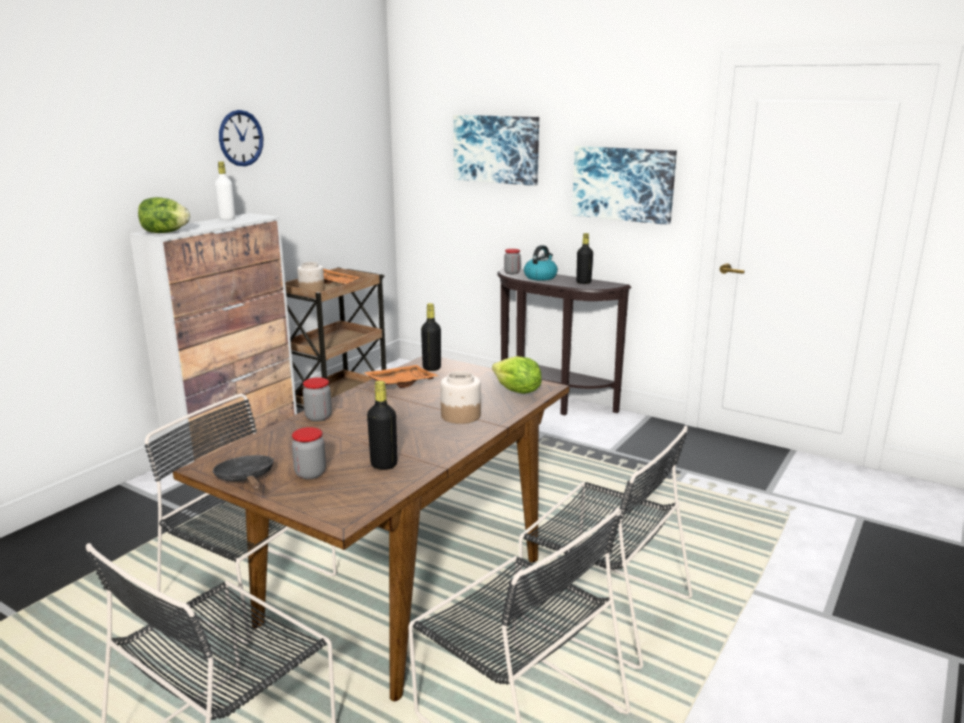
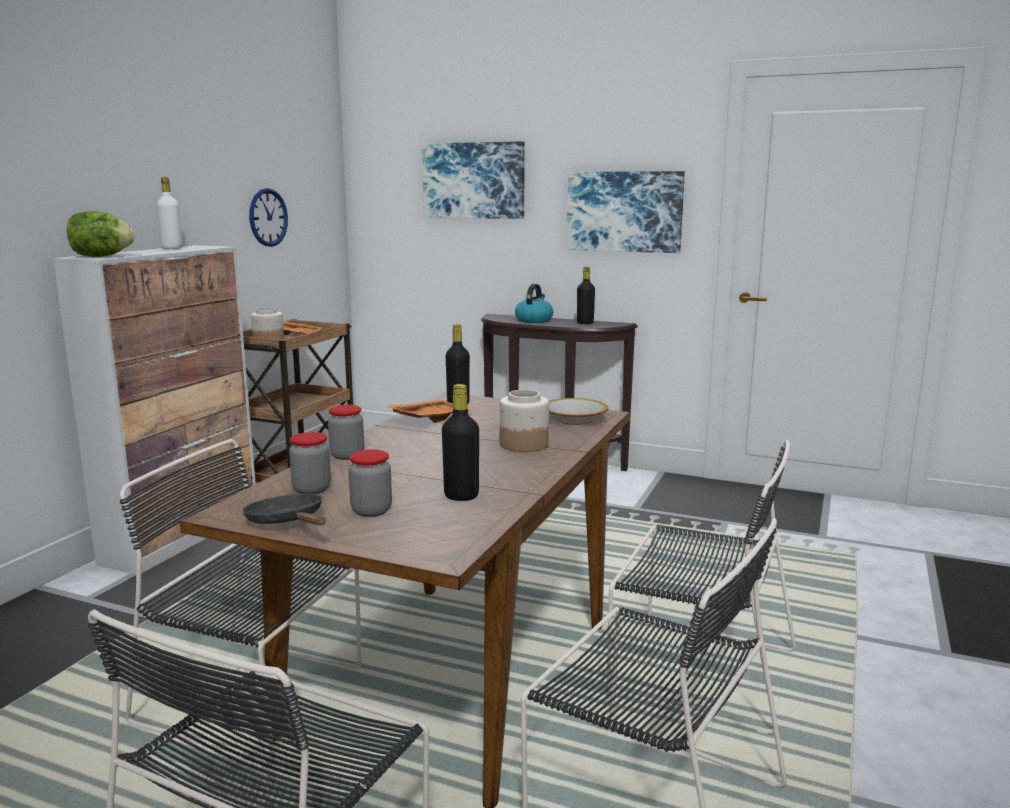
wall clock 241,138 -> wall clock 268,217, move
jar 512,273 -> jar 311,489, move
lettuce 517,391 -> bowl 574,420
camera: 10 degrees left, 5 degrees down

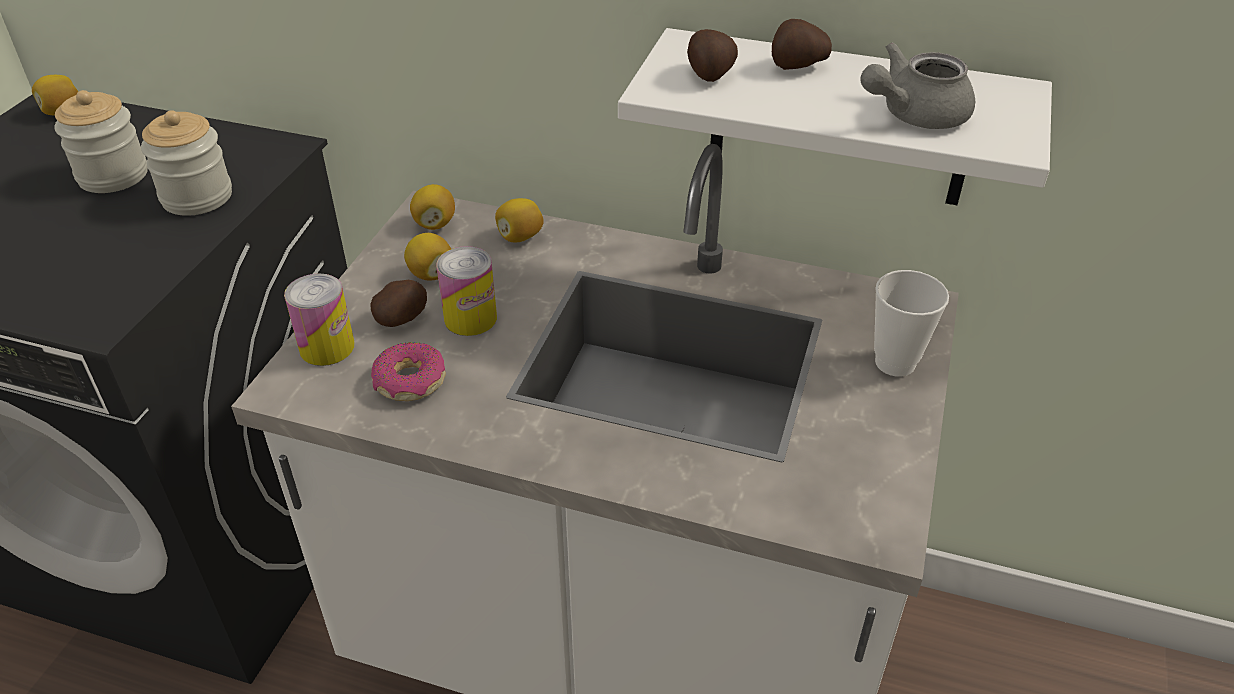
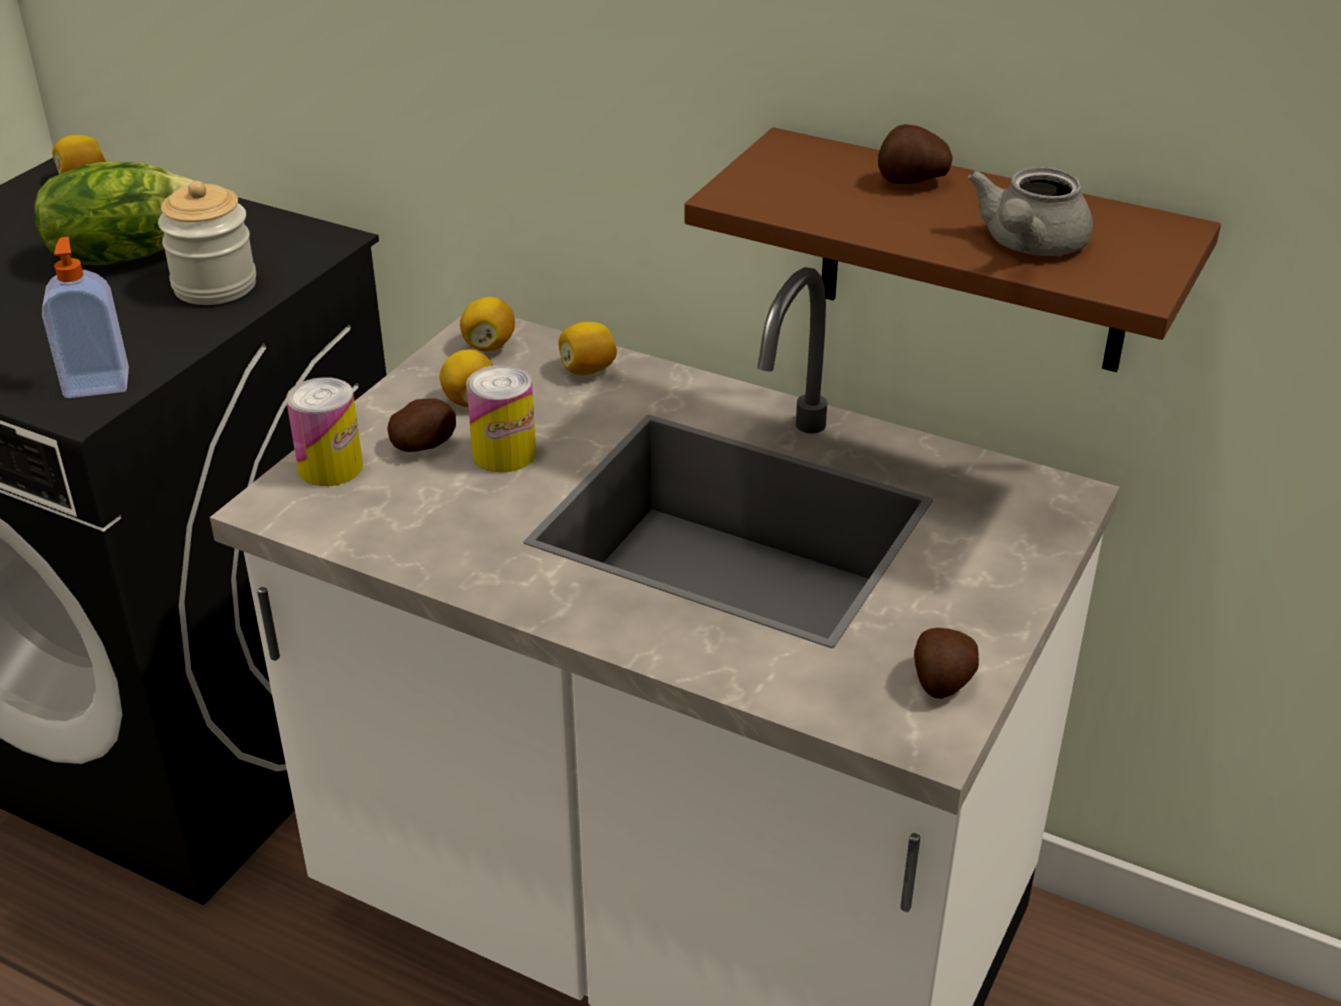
white shelf 840,120 -> brown shelf 974,253
potato 709,75 -> potato 941,682, move
grey teapot 913,115 -> grey teapot 1028,246, 45 degrees counterclockwise
jar 113,176 -> lettuce 126,254
cup 895,363 -> none
donut 410,382 -> none
none -> soap dispenser 97,383
camera: 10 degrees right, 5 degrees down

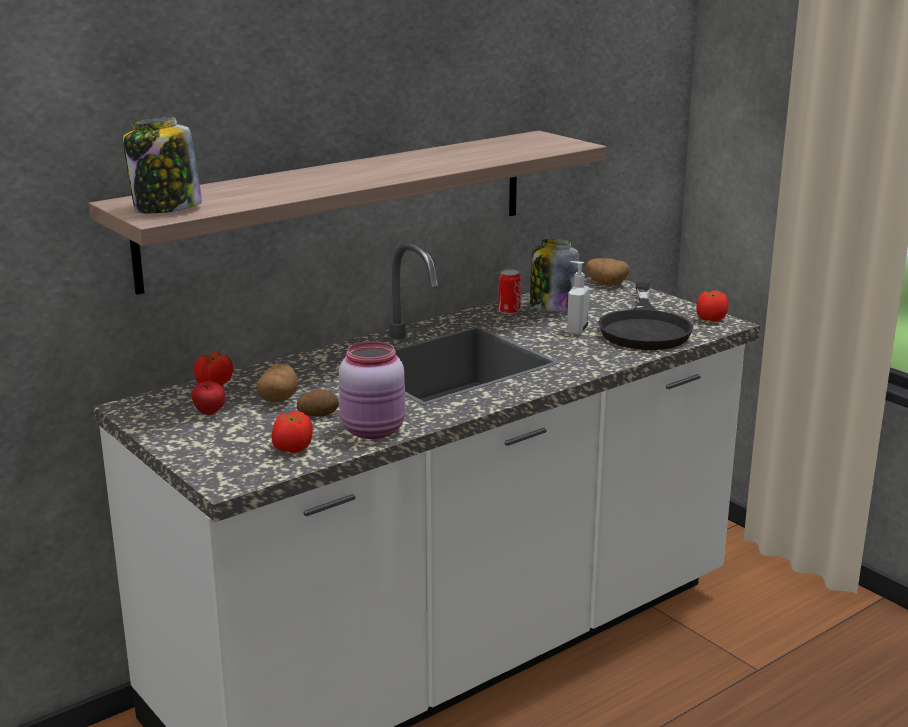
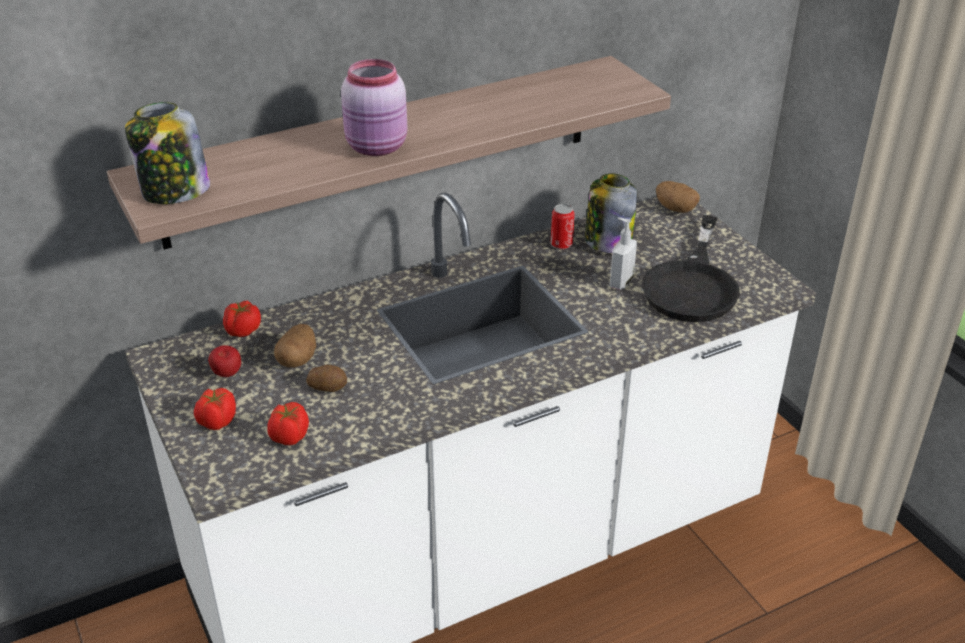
tomato 710,319 -> tomato 217,421, move
pink jar 374,431 -> pink jar 378,147, move
camera: 10 degrees right, 15 degrees up

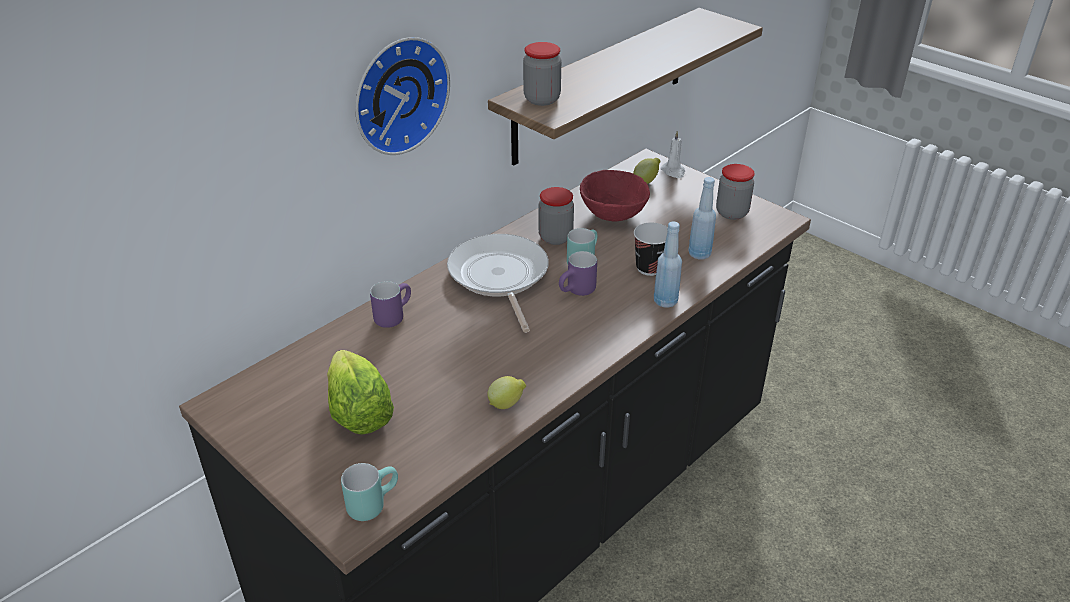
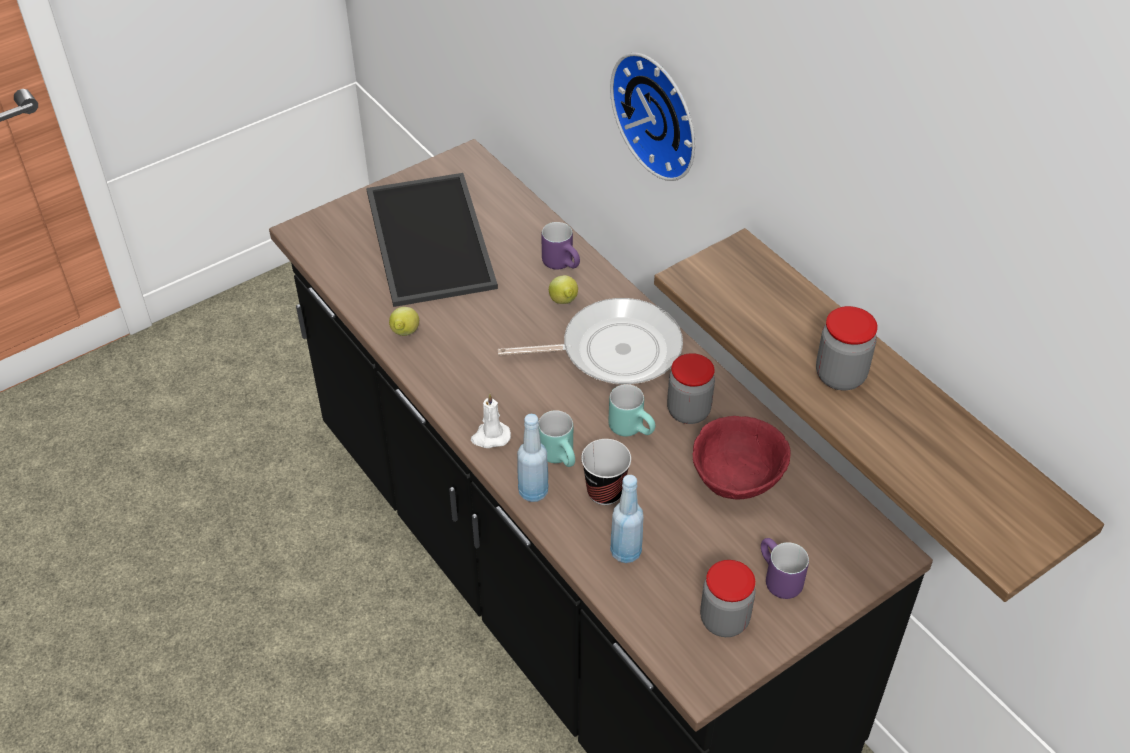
jar 542,99 -> jar 840,376, move
white candle 673,171 -> white candle 490,437, move
lemon 646,181 -> lemon 564,302, move
purple mug 578,292 -> purple mug 776,579, move
lettuce 359,413 -> tray 426,238
turquoise mug 372,502 -> turquoise mug 562,457, move
camera: 100 degrees right, 10 degrees up

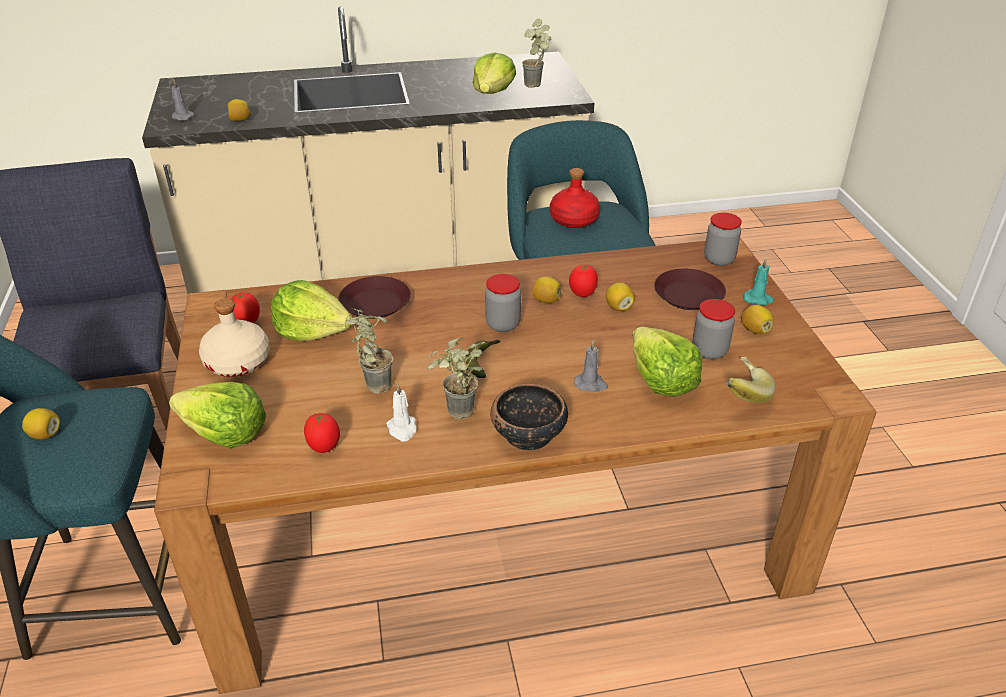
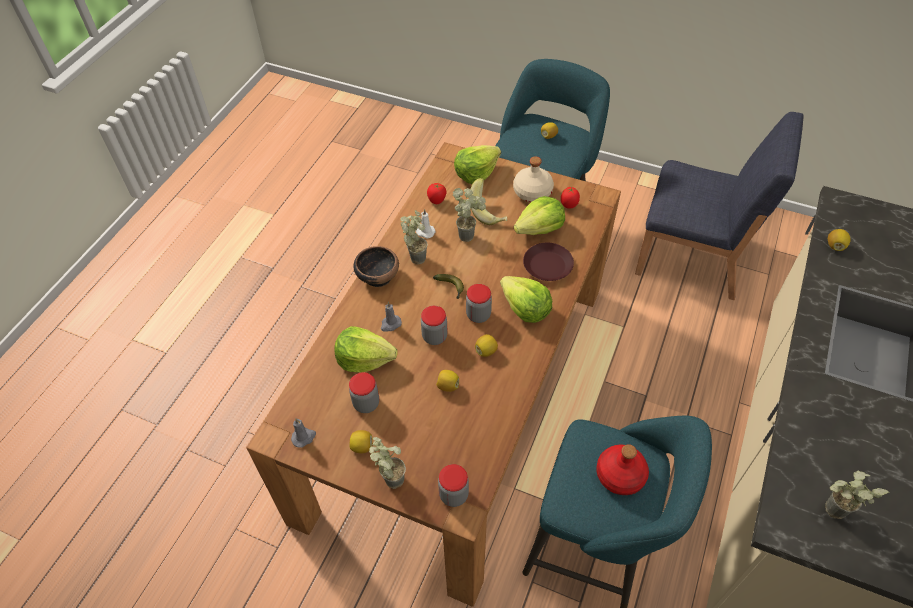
lettuce 493,92 -> lettuce 525,309, move
grey candle 181,117 -> grey candle 304,437, move
turquoise candle 758,299 -> potted plant 389,479
tomato 582,294 -> none
brown plate 689,296 -> none
banana 741,393 -> banana 489,212, move
none -> jar 434,336
camera: 125 degrees right, 15 degrees up

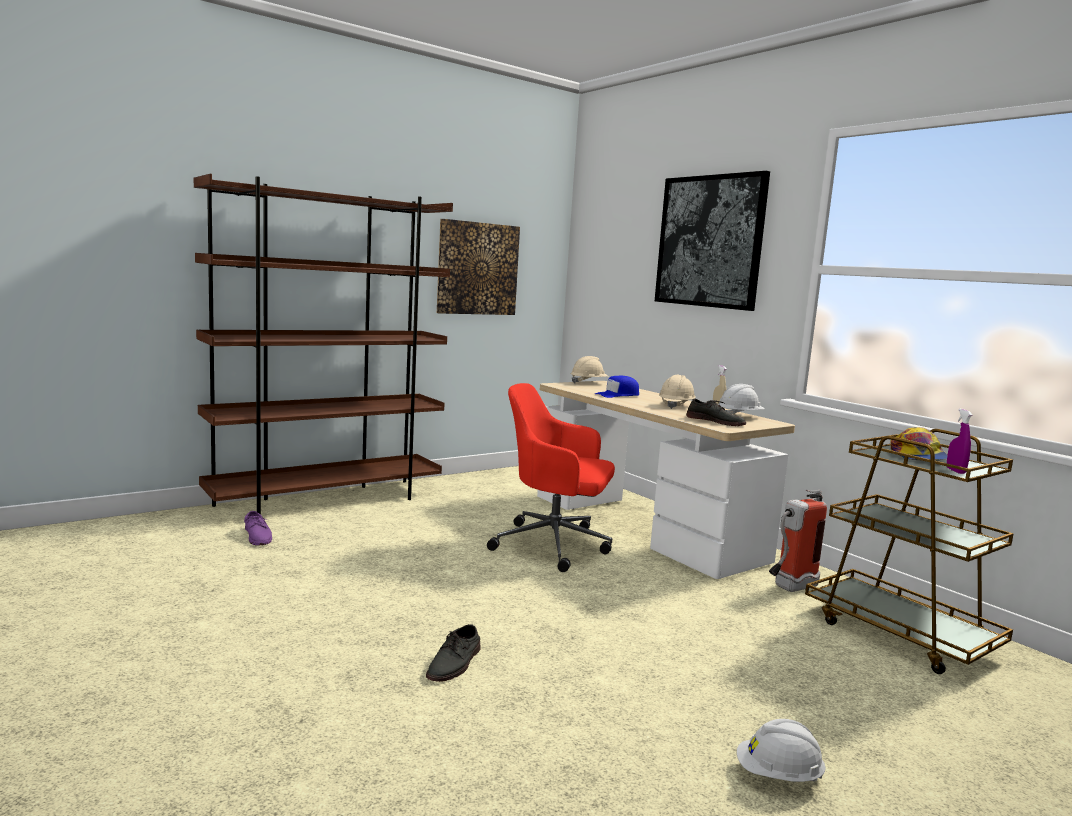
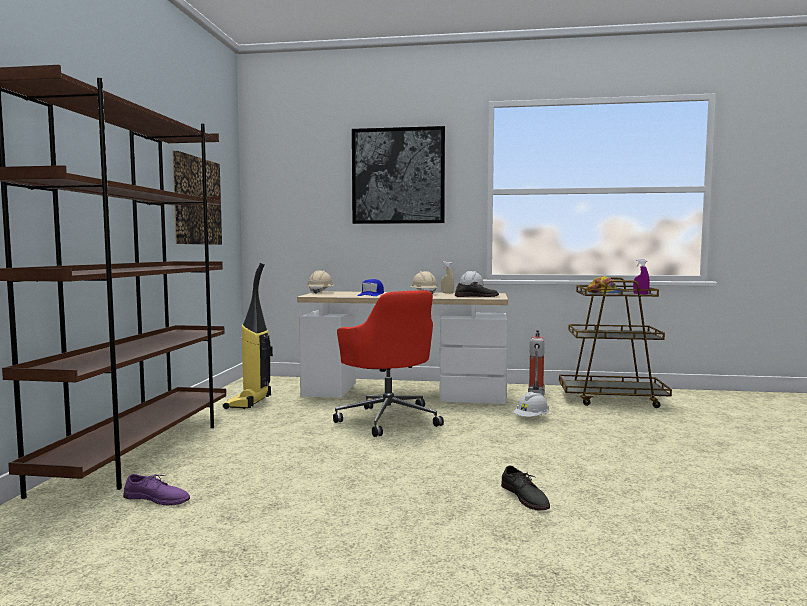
red office chair 554,545 -> red office chair 388,418, 90 degrees counterclockwise
white hard hat 778,776 -> white hard hat 531,419, move
none -> vacuum cleaner 249,403
camera: 45 degrees left, 5 degrees down

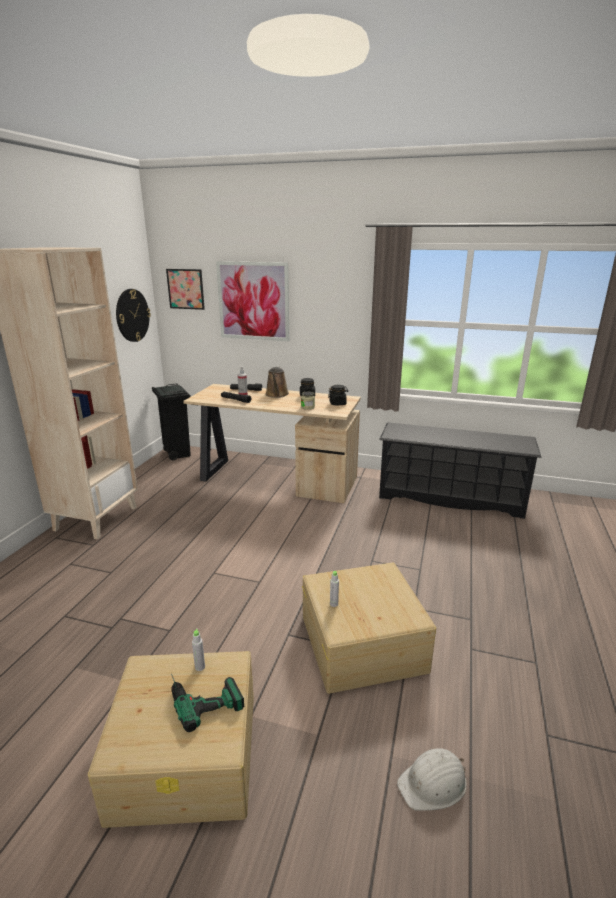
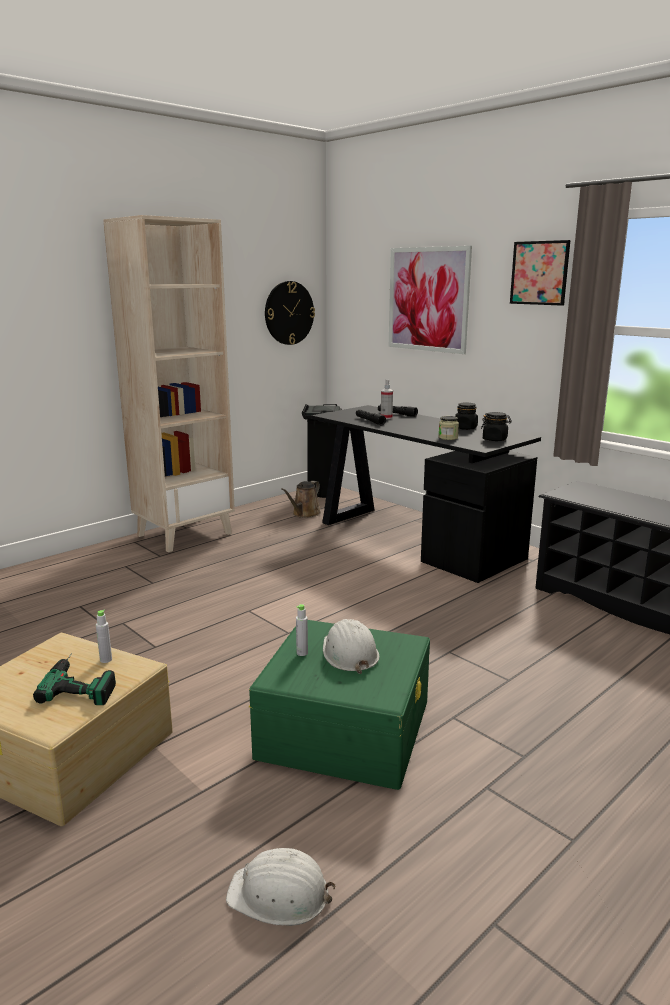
picture 185,289 -> picture 539,273, move
brown watering can 277,395 -> brown watering can 304,514, move
beige desk 275,478 -> black desk 414,538
beige storage box 362,642 -> green storage box 345,727
none -> white hard hat 349,653
camera: 30 degrees right, 5 degrees down

